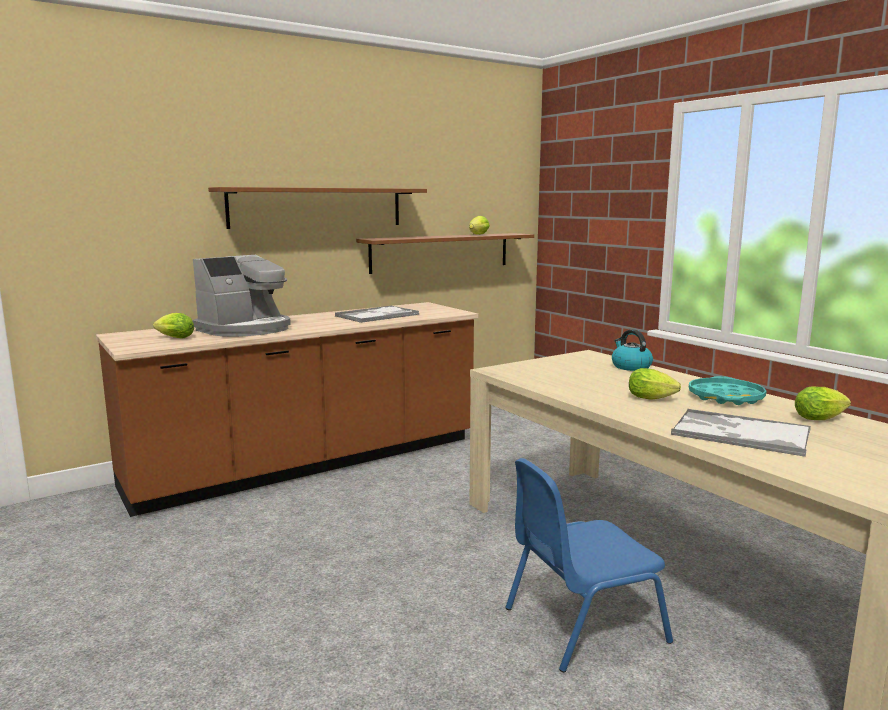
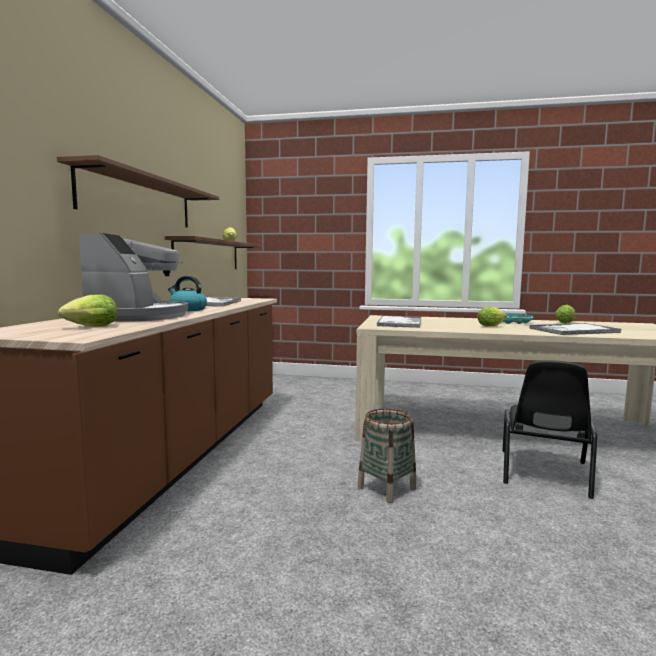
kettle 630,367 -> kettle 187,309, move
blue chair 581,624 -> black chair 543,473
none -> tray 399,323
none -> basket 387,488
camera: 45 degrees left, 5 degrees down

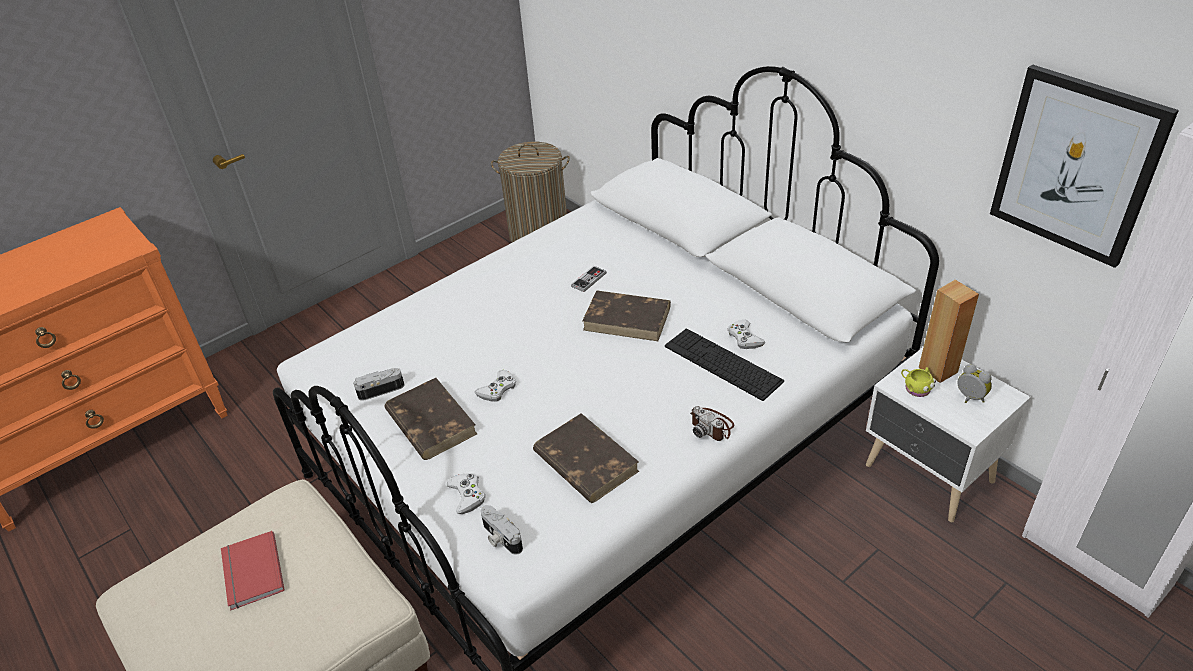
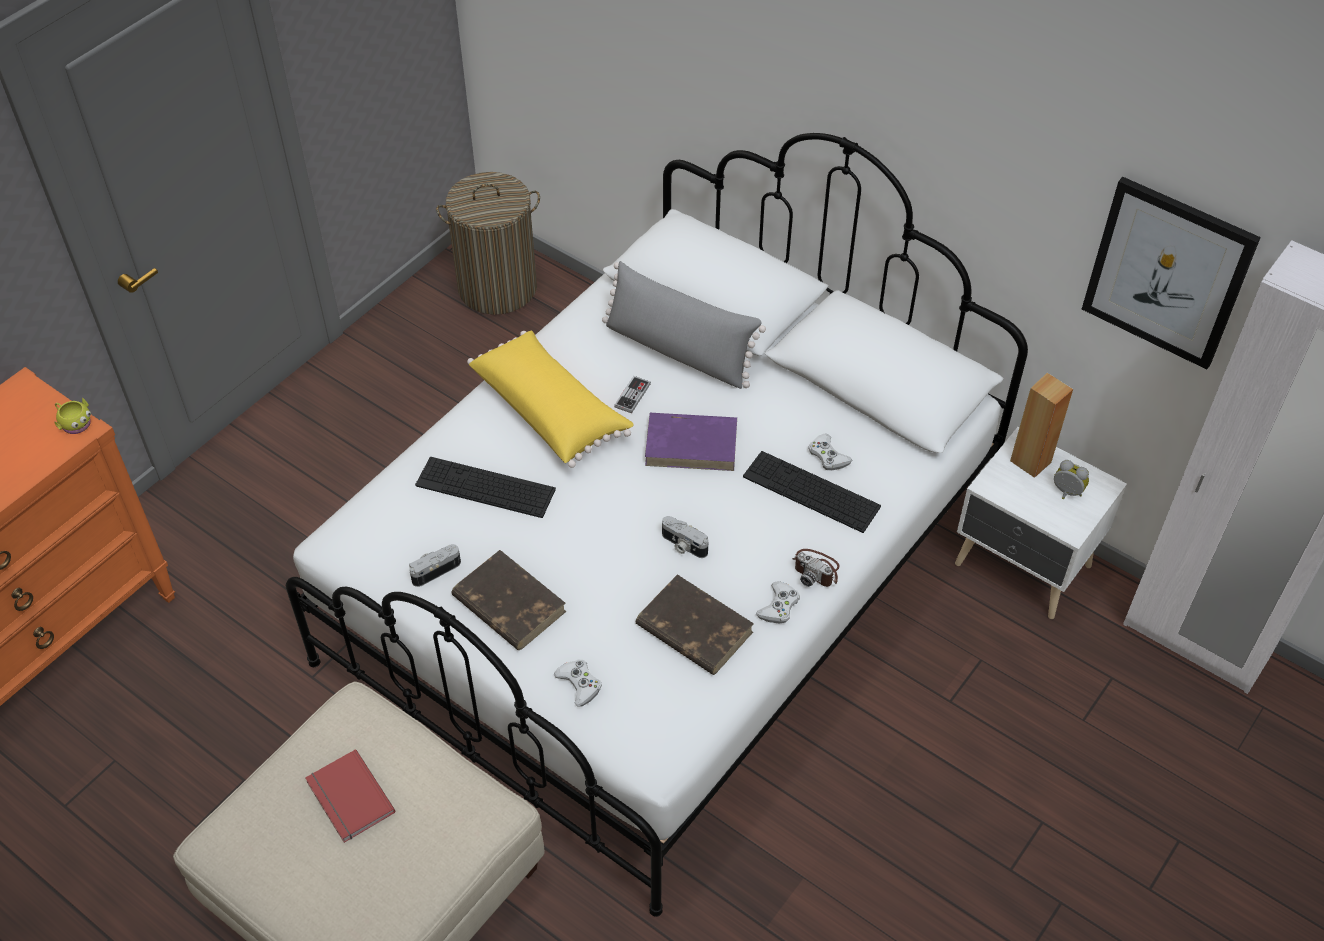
brown book 628,318 -> purple book 692,444
yellow mug 915,388 -> yellow mug 74,423, move
white game controller 497,389 -> white game controller 779,606, move
photo camera 500,538 -> photo camera 683,545, move
none -> grey pillow 678,351
none -> yellow pillow 550,410
none -> keyboard 485,487
camera: 15 degrees left, 10 degrees up

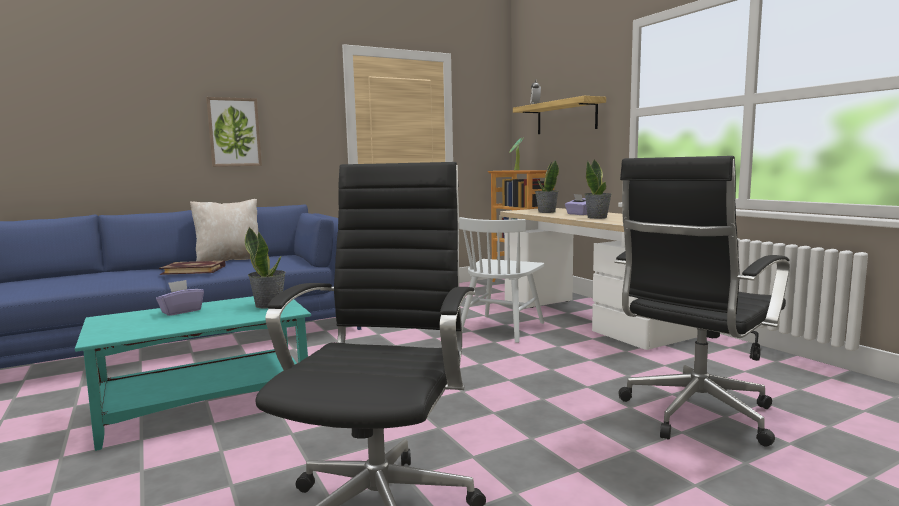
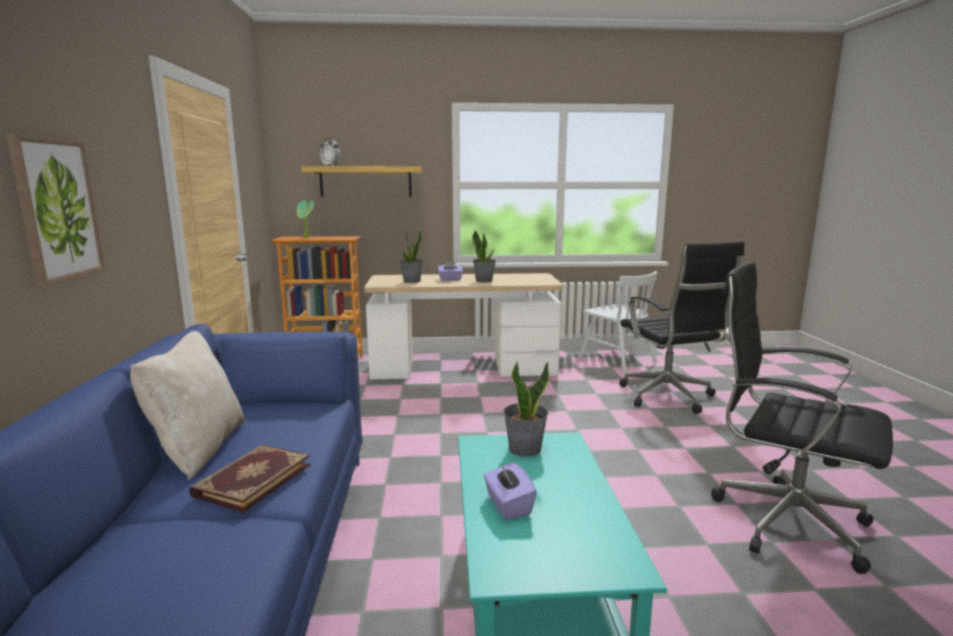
white chair 501,328 -> white chair 617,360, move
camera: 65 degrees left, 5 degrees up

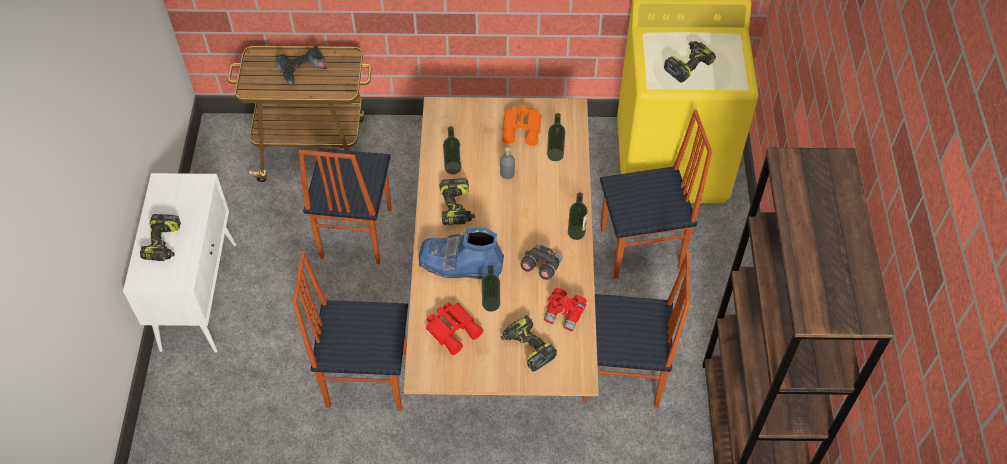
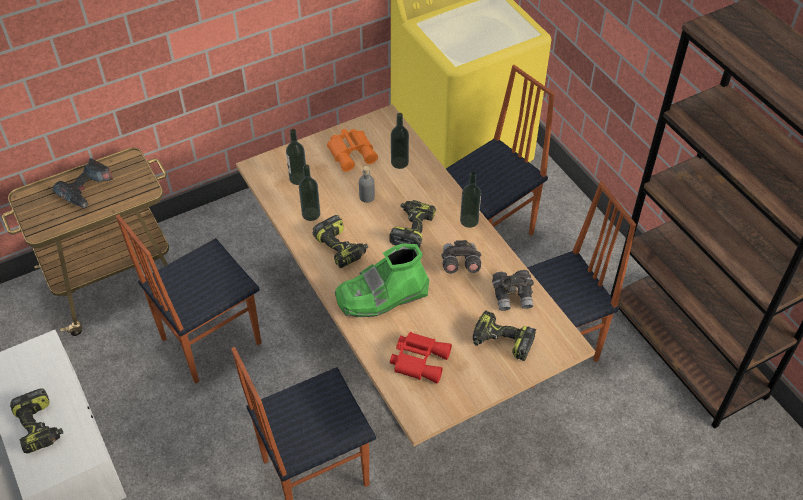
power drill 688,65 -> power drill 411,229, move
chair 354,233 -> chair 209,340, 75 degrees clockwise
blue boot 460,263 -> green boot 382,296
bottle 491,303 -> bottle 298,178, move
red binoculars 564,314 -> grey binoculars 513,296
camera: 30 degrees left, 5 degrees down

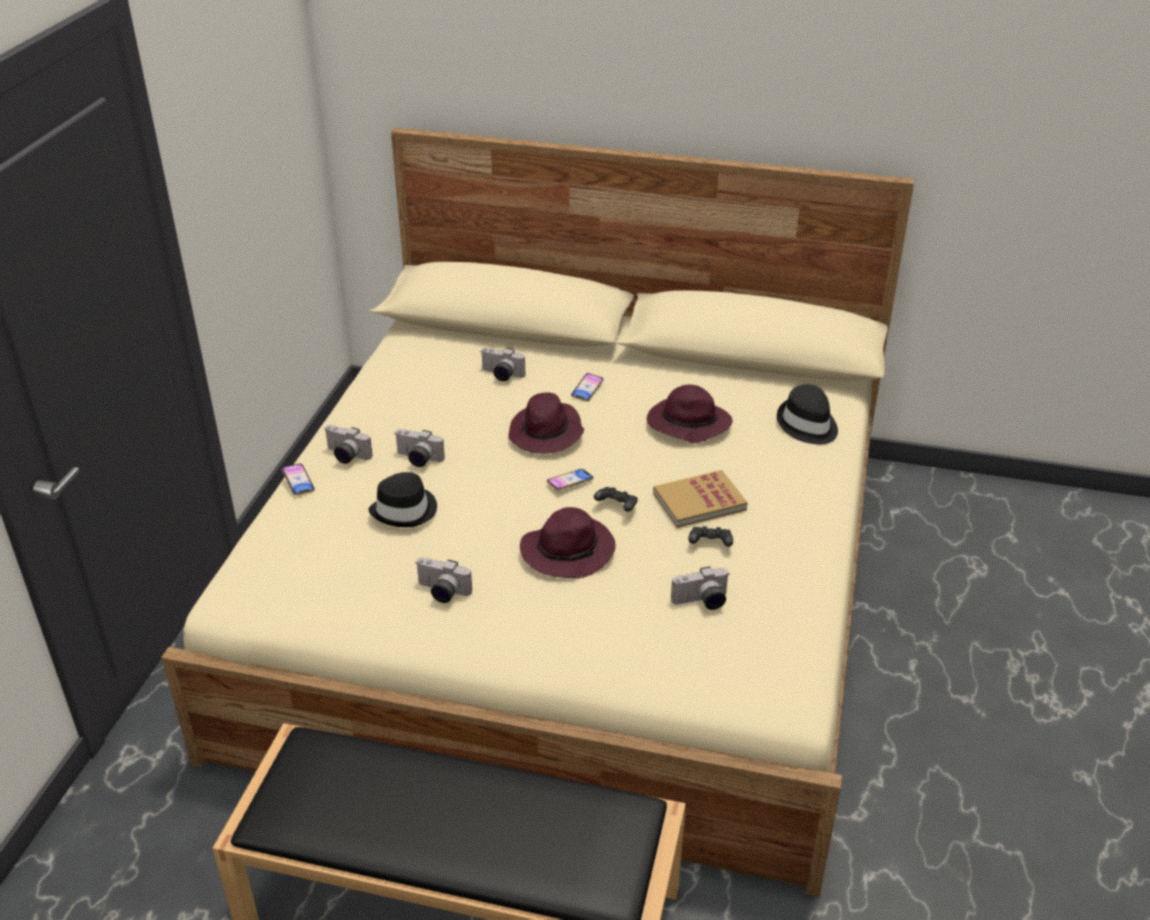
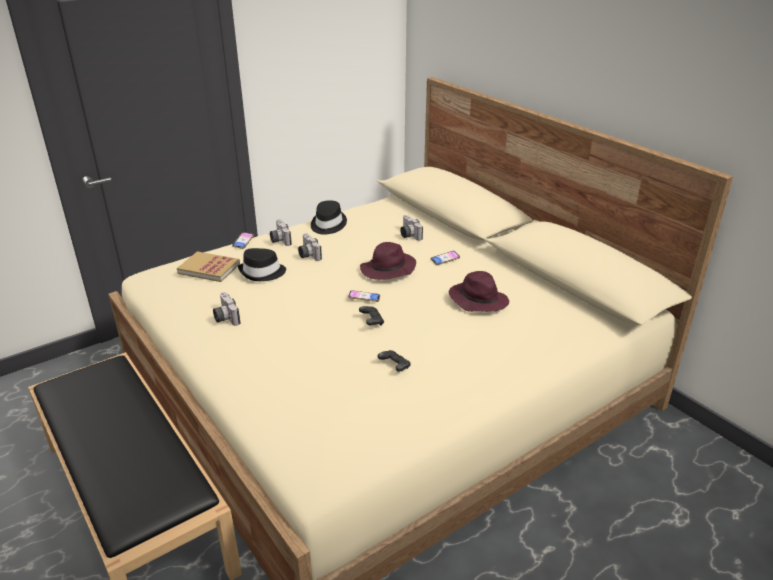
black hat 807,425 -> black hat 327,225, move
book 699,501 -> book 209,268, move
purple hat 569,550 -> none
photo camera 701,602 -> none
camera: 40 degrees right, 5 degrees down

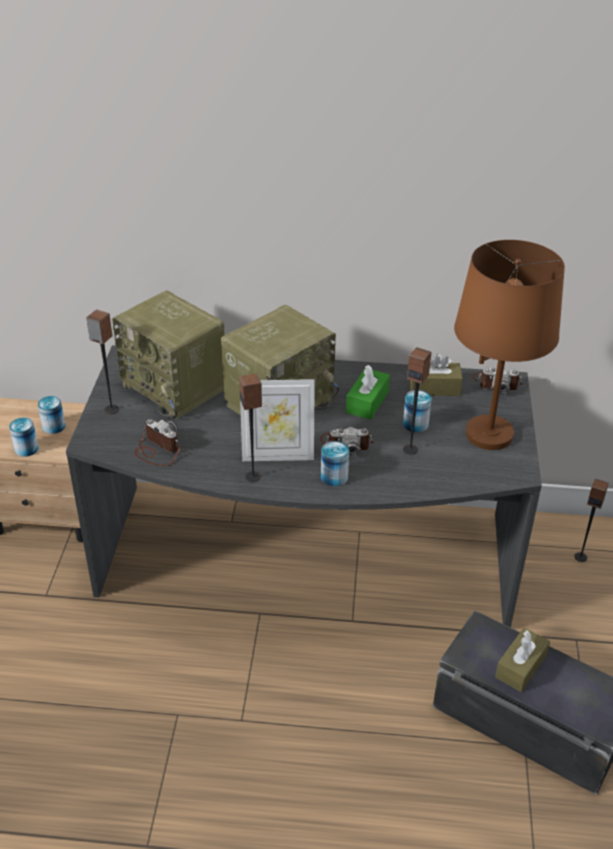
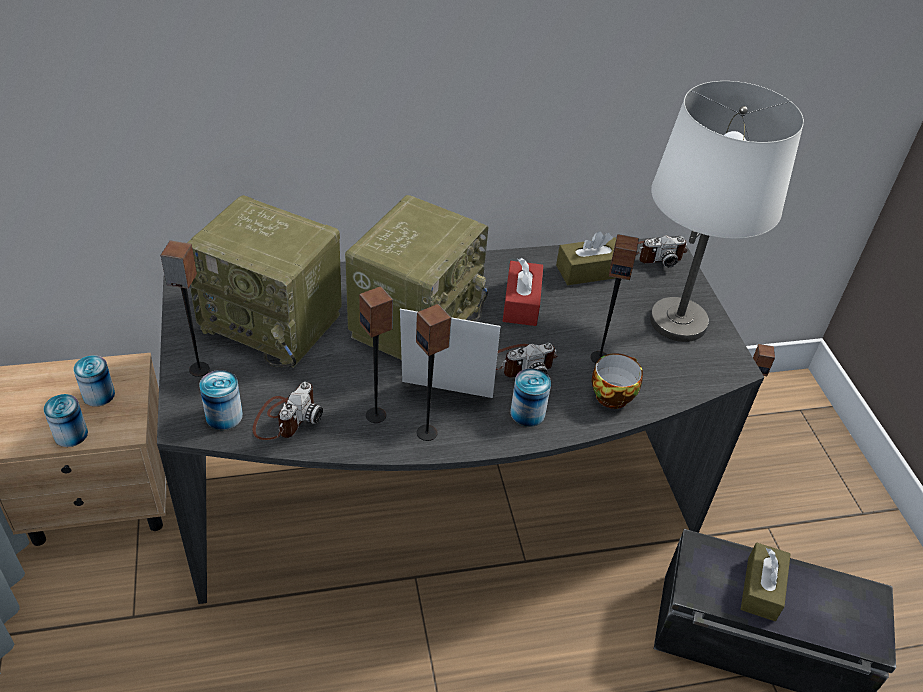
brown table lamp 488,434 -> white table lamp 677,321
green tissue box 367,402 -> red tissue box 521,303
picture frame 277,455 -> picture frame 445,396, 150 degrees counterclockwise
can 415,424 -> can 224,416, move
photo camera 157,450 -> photo camera 285,418, 90 degrees clockwise
none -> speaker 376,415
none -> cup 612,394
camera: 20 degrees left, 5 degrees up

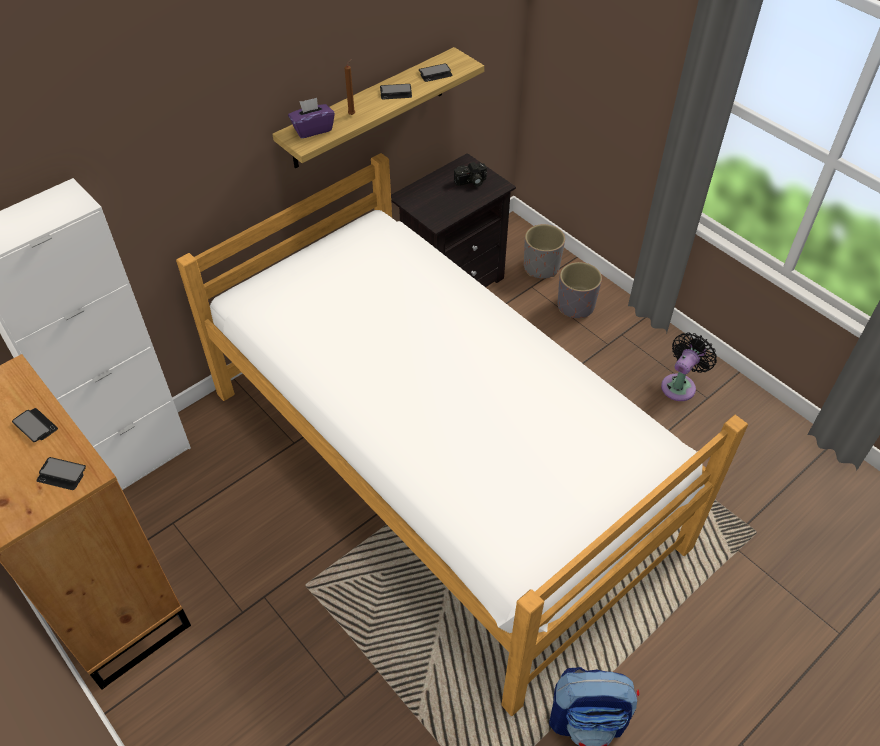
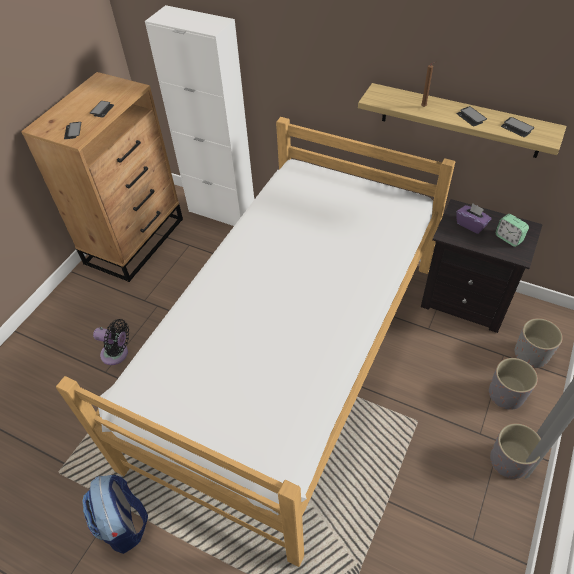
purple tissue box 313,129 -> purple tissue box 471,225, move
photo camera 471,182 -> alarm clock 508,238
black fan 680,385 -> black fan 117,354, move
none -> grey planter 508,460
camera: 70 degrees right, 0 degrees up

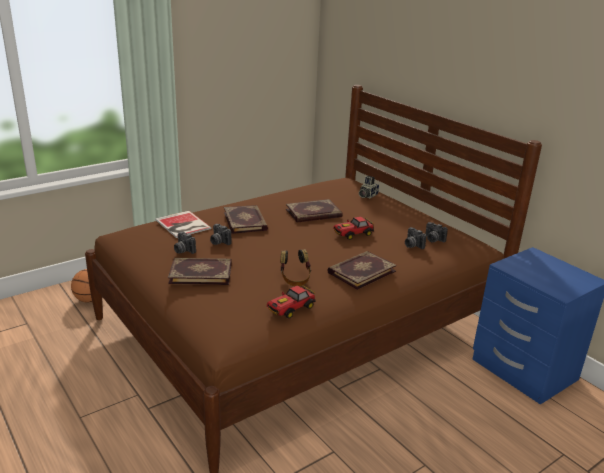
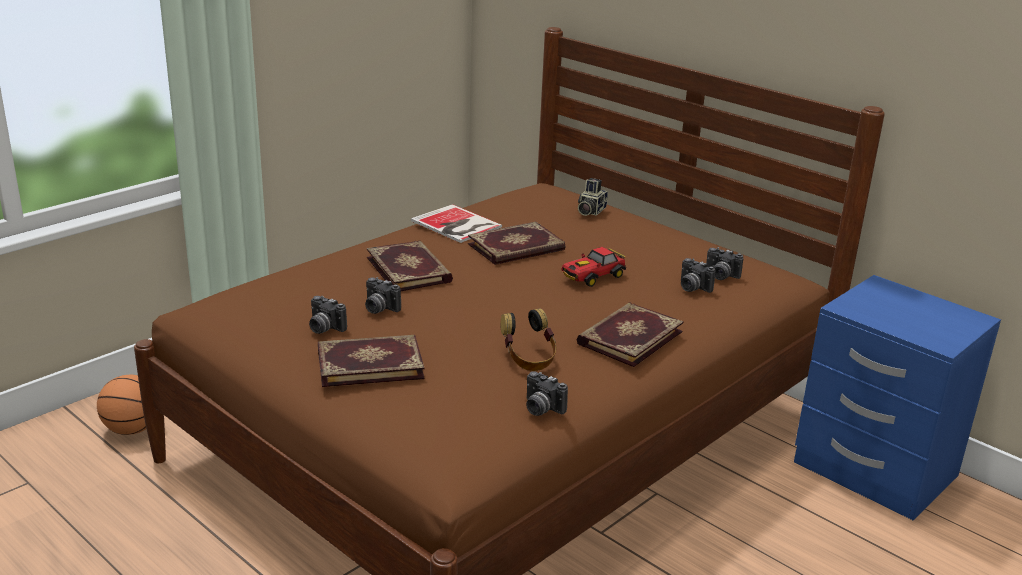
book 182,225 -> book 456,225, move
toy car 290,309 -> photo camera 540,409
camera: 10 degrees left, 0 degrees up

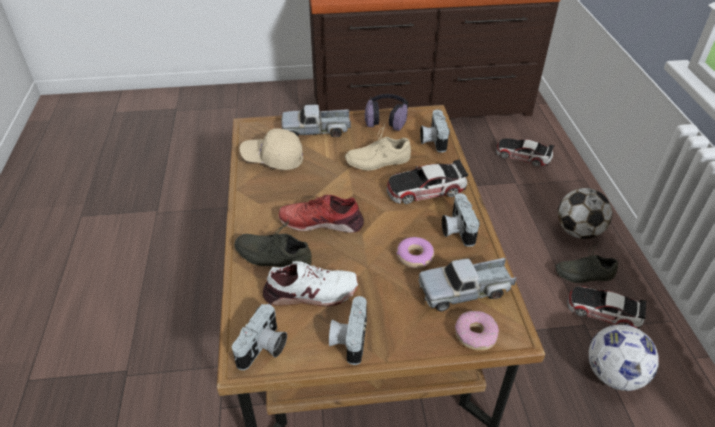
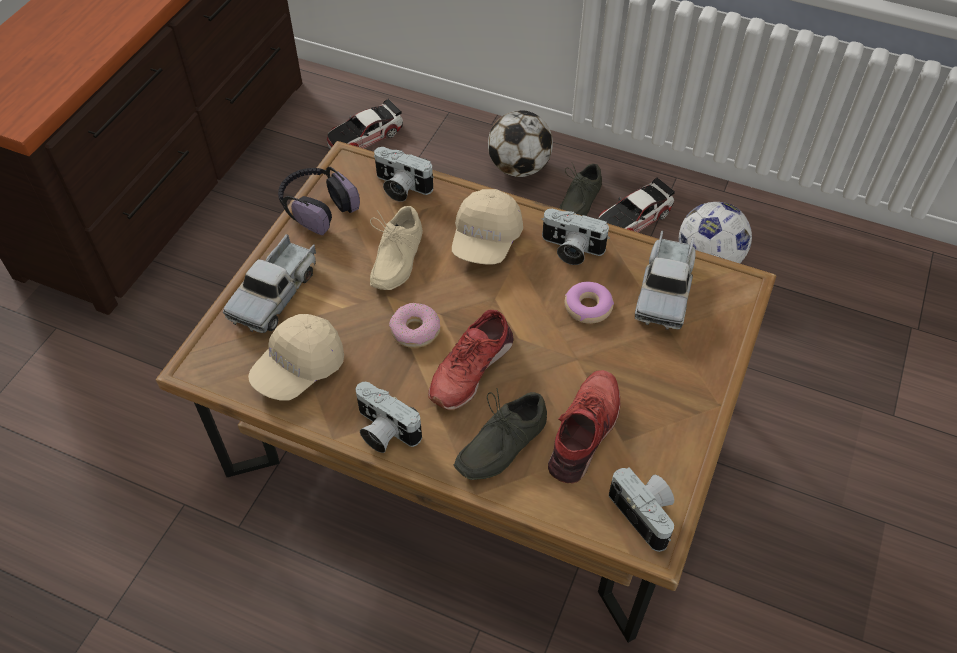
toy car 425,189 -> beige cap 486,240
white shoe 310,293 -> red shoe 585,432
photo camera 348,338 -> photo camera 383,431, move
donut 476,334 -> donut 415,330, move
camera: 60 degrees left, 10 degrees up

